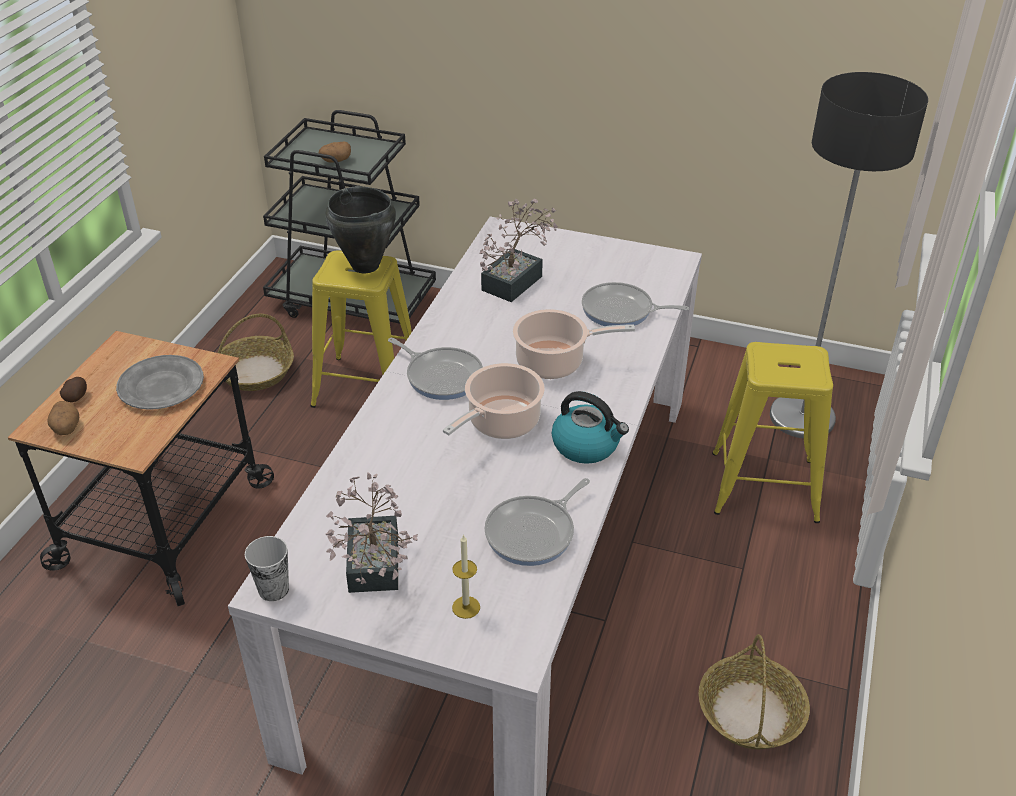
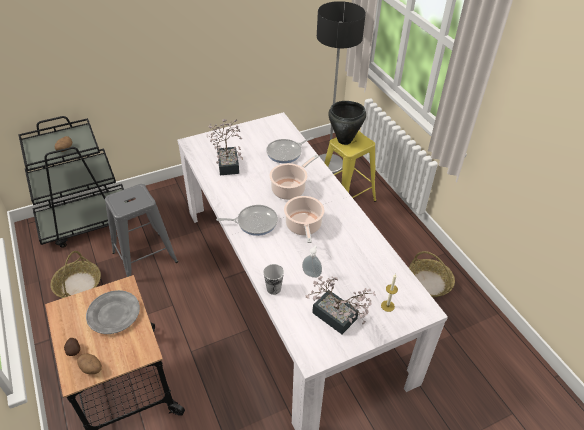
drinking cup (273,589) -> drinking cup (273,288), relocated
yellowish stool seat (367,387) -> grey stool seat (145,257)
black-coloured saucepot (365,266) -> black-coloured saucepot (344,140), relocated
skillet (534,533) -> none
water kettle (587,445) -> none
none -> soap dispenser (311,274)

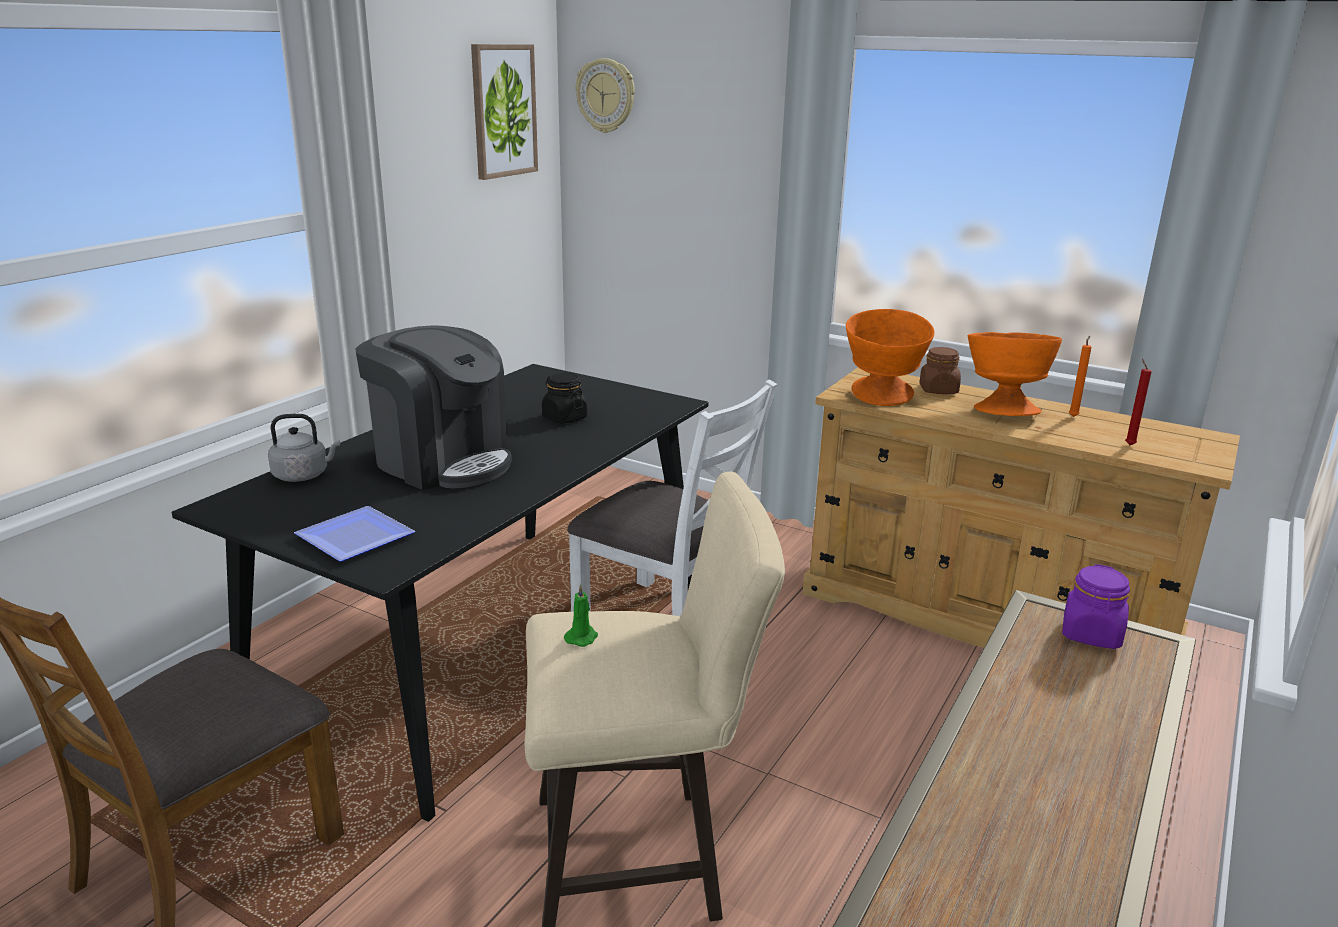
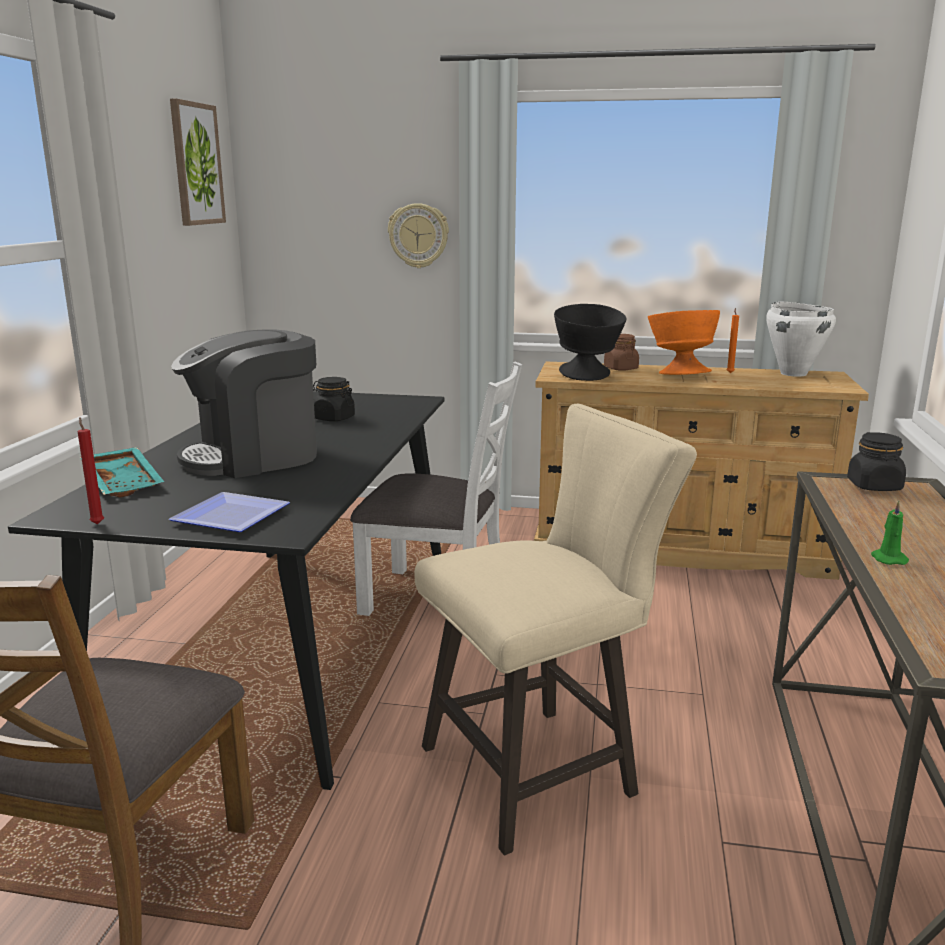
grey water kettle (304,475) -> turquoise carrying tray (125,483)
coffee brewer (442,461) -> coffee brewer (254,457), 135 degrees clockwise
green-coloured wax light (582,637) -> green-coloured wax light (887,558), relocated
wall clock (606,95) -> wall clock (418,236), relocated
orangey serving bowl (881,400) -> black-coloured serving bowl (587,377)
purplish storage jar (1091,634) -> black-coloured storage jar (874,486)
red wax light (1129,444) -> red wax light (97,523), relocated
none -> white saucepot (793,373)

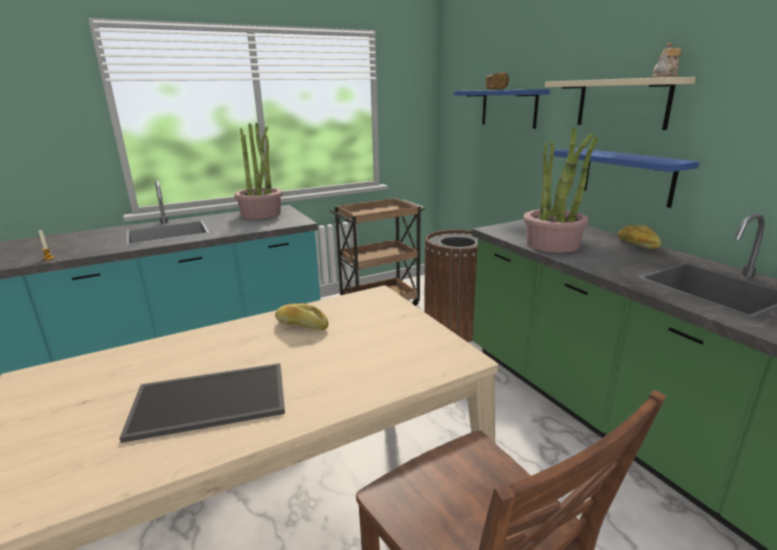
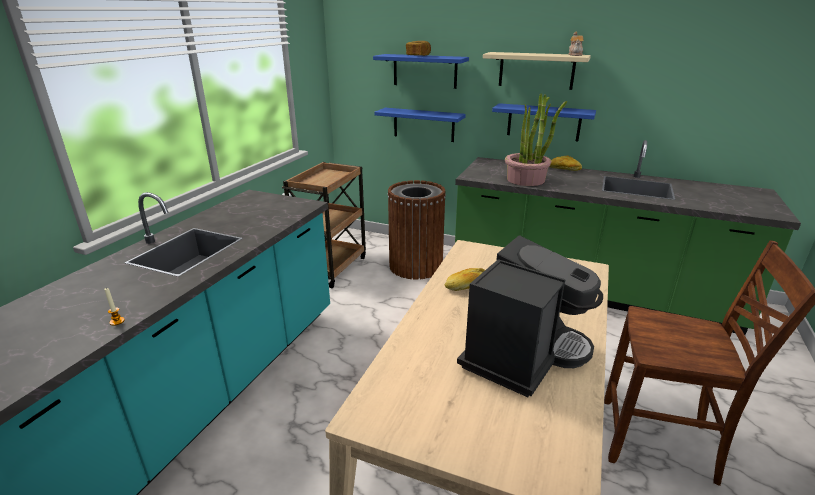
carrying tray (212,398) -> coffee brewer (523,353)
potted plant (261,213) -> none
none -> bluish wall shelf (423,124)

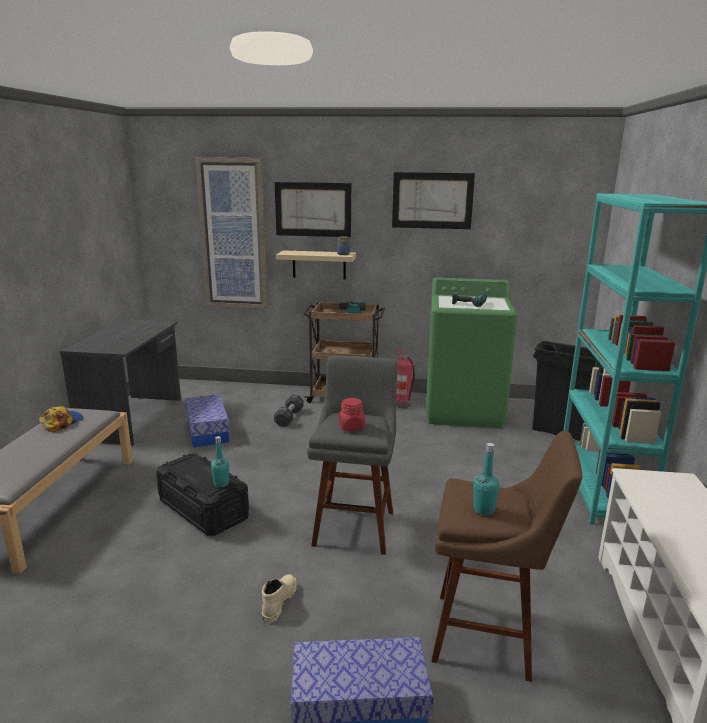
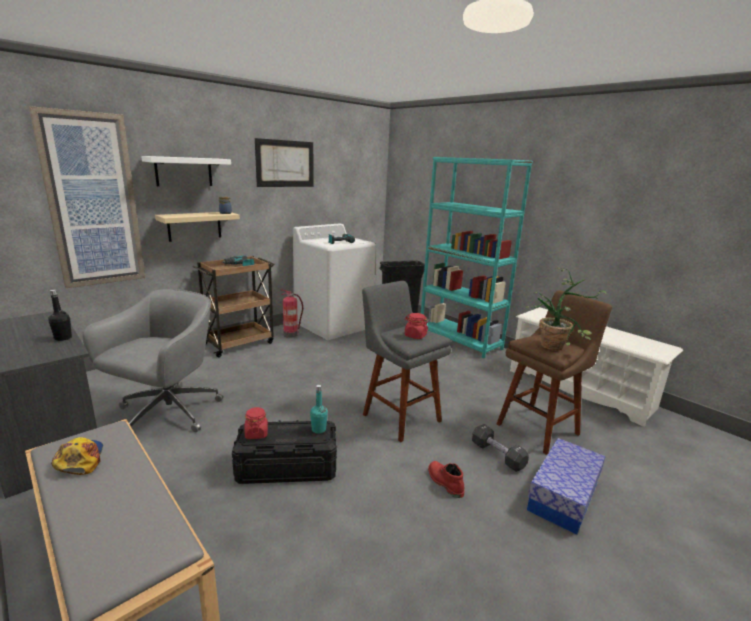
storage box (207,431) -> grey desk chair (167,413)
beige-coloured high-top boot (278,601) -> red high-top boot (444,482)
black-coloured free weight (289,417) -> black-coloured free weight (497,455), relocated
wall picture (313,209) -> white wall shelf (184,171)
green-coloured washing machine (464,410) -> white washing machine (333,325)
turquoise drink bottle (483,510) -> potted plant (558,346)
none -> black-coloured drink bottle (63,338)
none -> red storage jar (256,433)

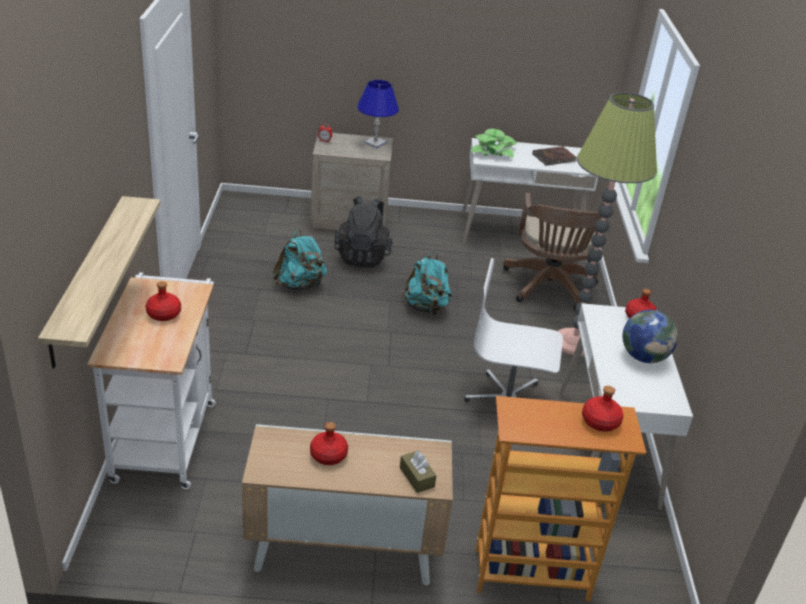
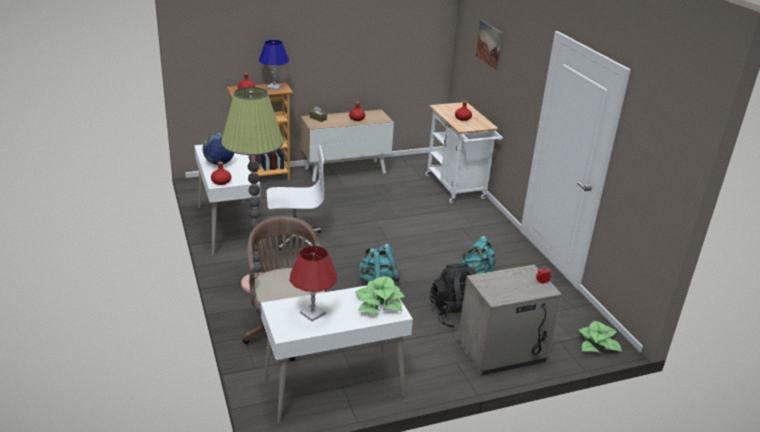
wall shelf (87,279) -> none
bluish table lamp (375,143) -> bluish table lamp (274,87), relocated
brown bound book (554,158) -> red table lamp (313,313)
none -> wall picture (489,45)
none -> potted plant (598,343)

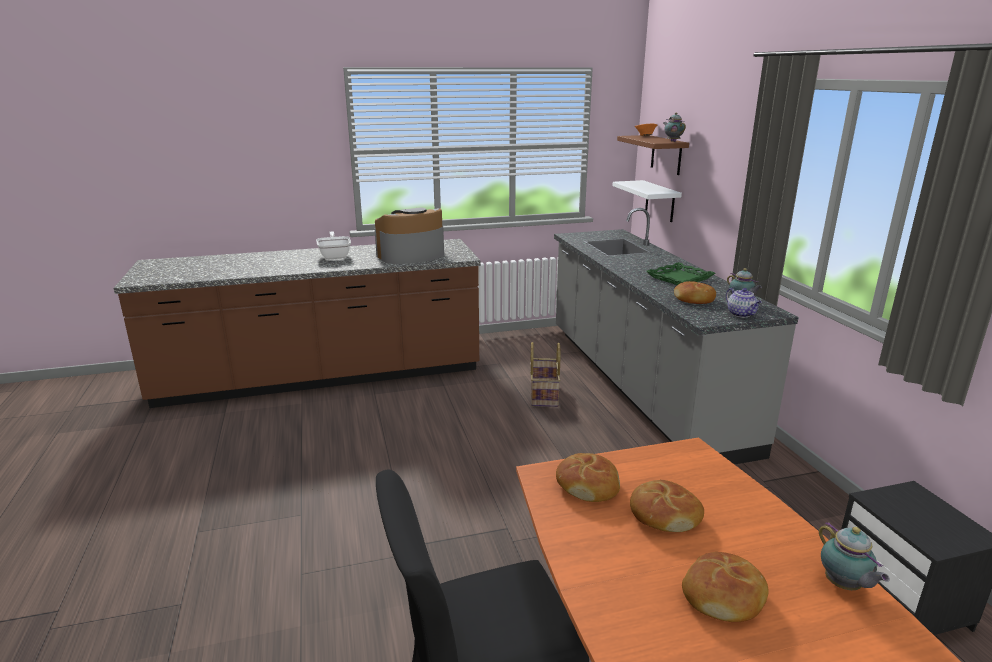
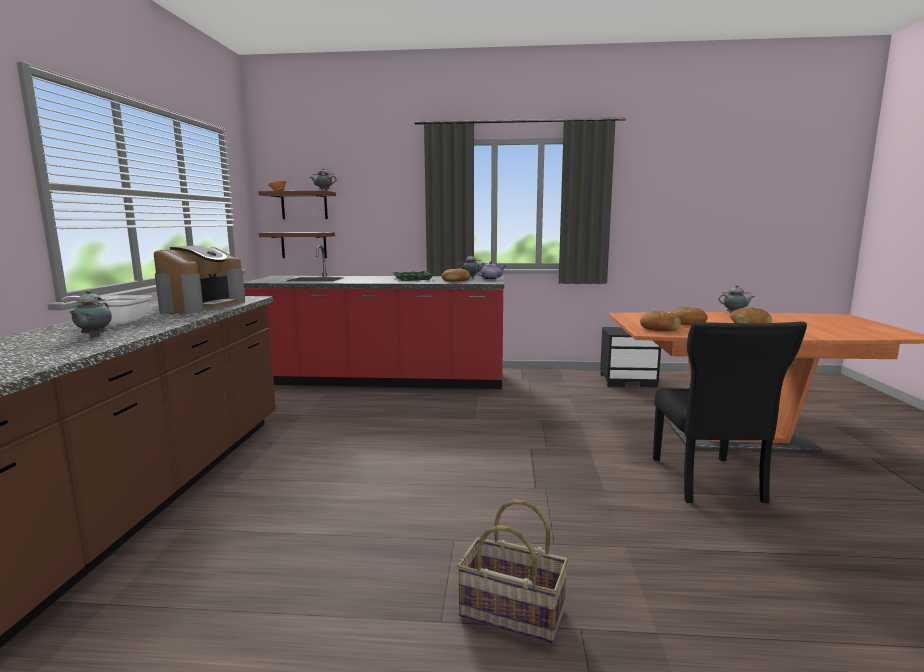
coffee brewer (411,256) -> coffee brewer (202,306), 150 degrees counterclockwise
storage basket (543,395) -> storage basket (511,614), relocated
grey kitchen base unit (640,386) -> red kitchen base unit (382,380)
white wall shelf (660,201) -> brown wall shelf (304,245)
none -> teapot (93,336)

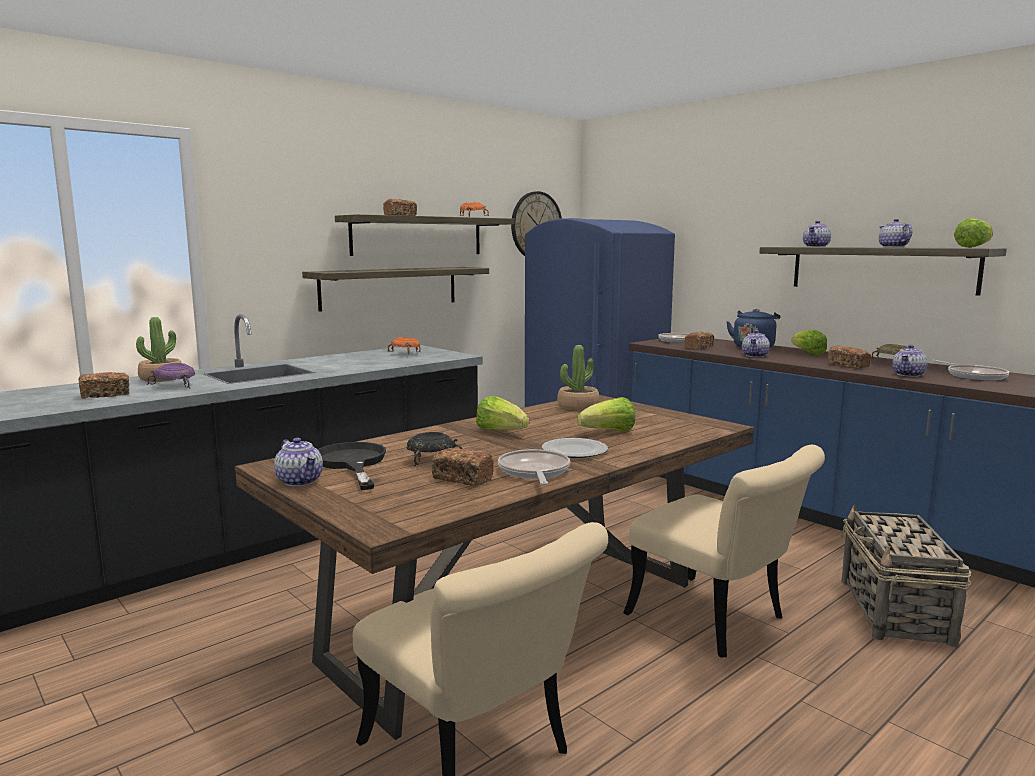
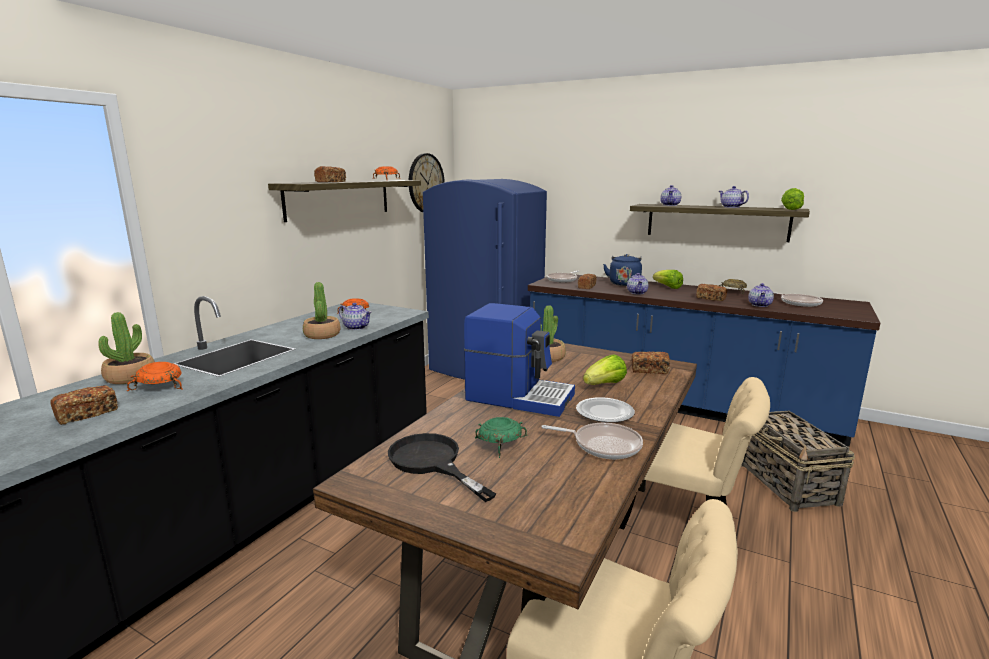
purplish serving bowl (175,385) -> orangey serving bowl (159,387)
teapot (300,481) -> teapot (356,327), relocated
wall shelf (390,287) -> none
black-coloured serving bowl (431,460) -> green-coloured serving bowl (501,445)
baked bread (462,479) -> baked bread (649,370), relocated
lettuce head (501,431) -> coffee brewer (519,397)
skillet (534,472) -> skillet (603,445), 135 degrees clockwise
none -> potted plant (322,335)

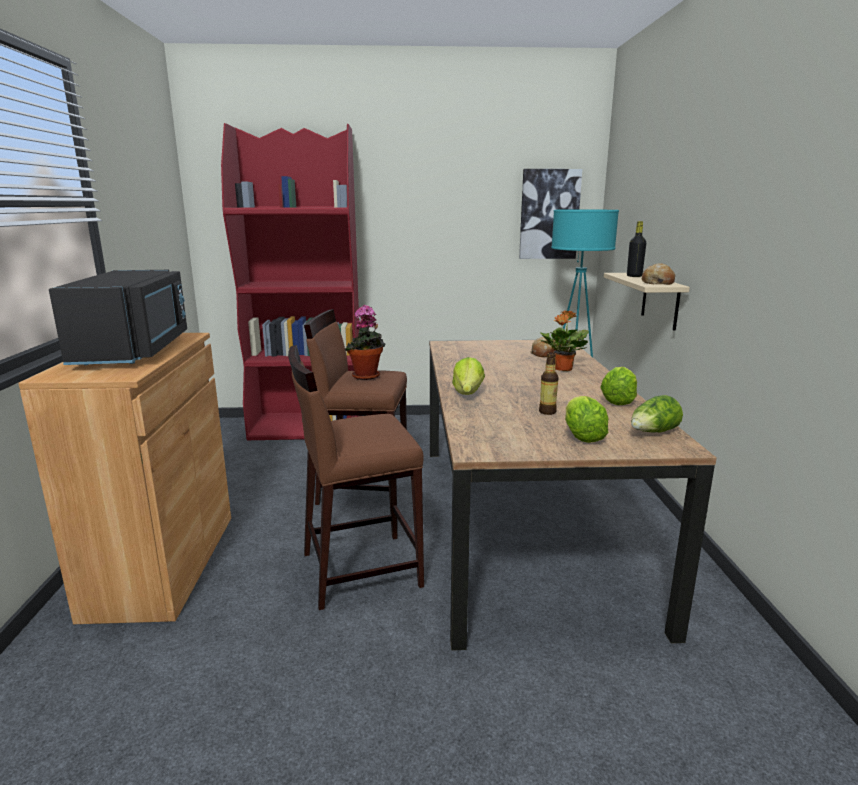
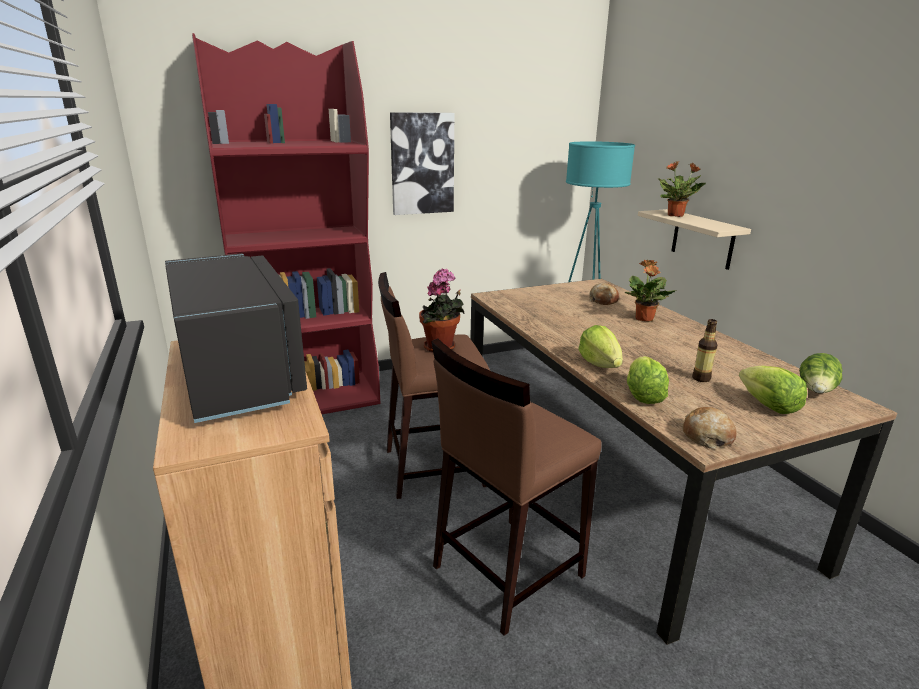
wall picture (549,214) -> wall picture (422,164), relocated
lettuce head (618,401) -> lettuce head (643,395), relocated
black-coloured drink bottle (634,276) -> potted plant (676,215)
baked bread (657,283) -> baked bread (707,436), relocated

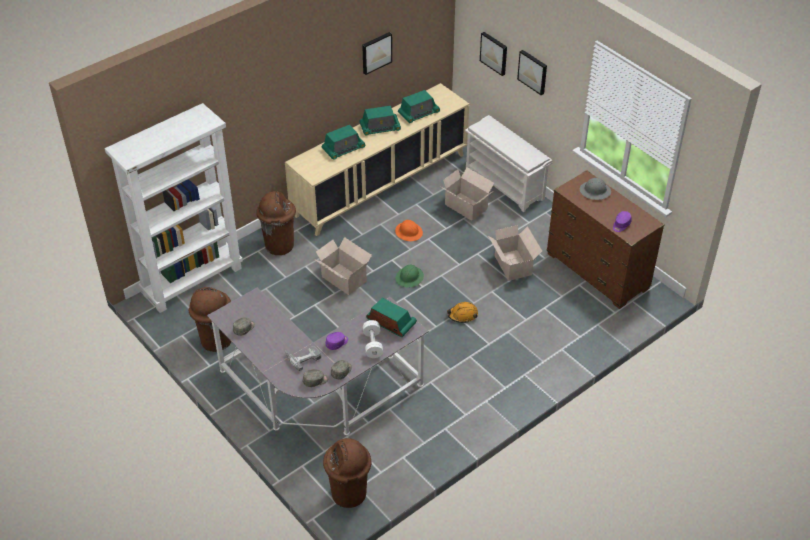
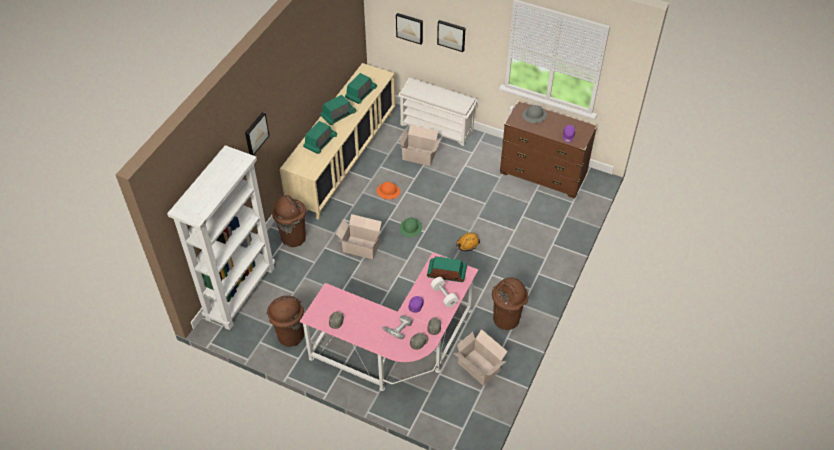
grey desk unit (318,395) -> pink desk unit (398,349)
brown waste bin (349,494) -> brown waste bin (506,319), relocated
wall picture (376,52) -> wall picture (255,133), relocated
cardboard box (513,266) -> cardboard box (479,368), relocated

